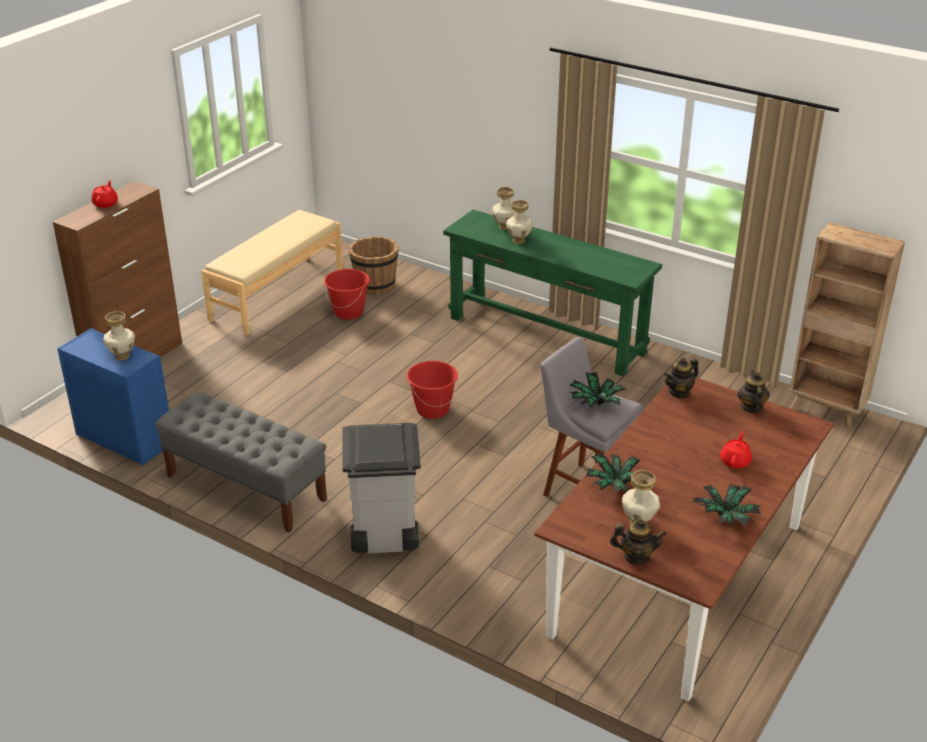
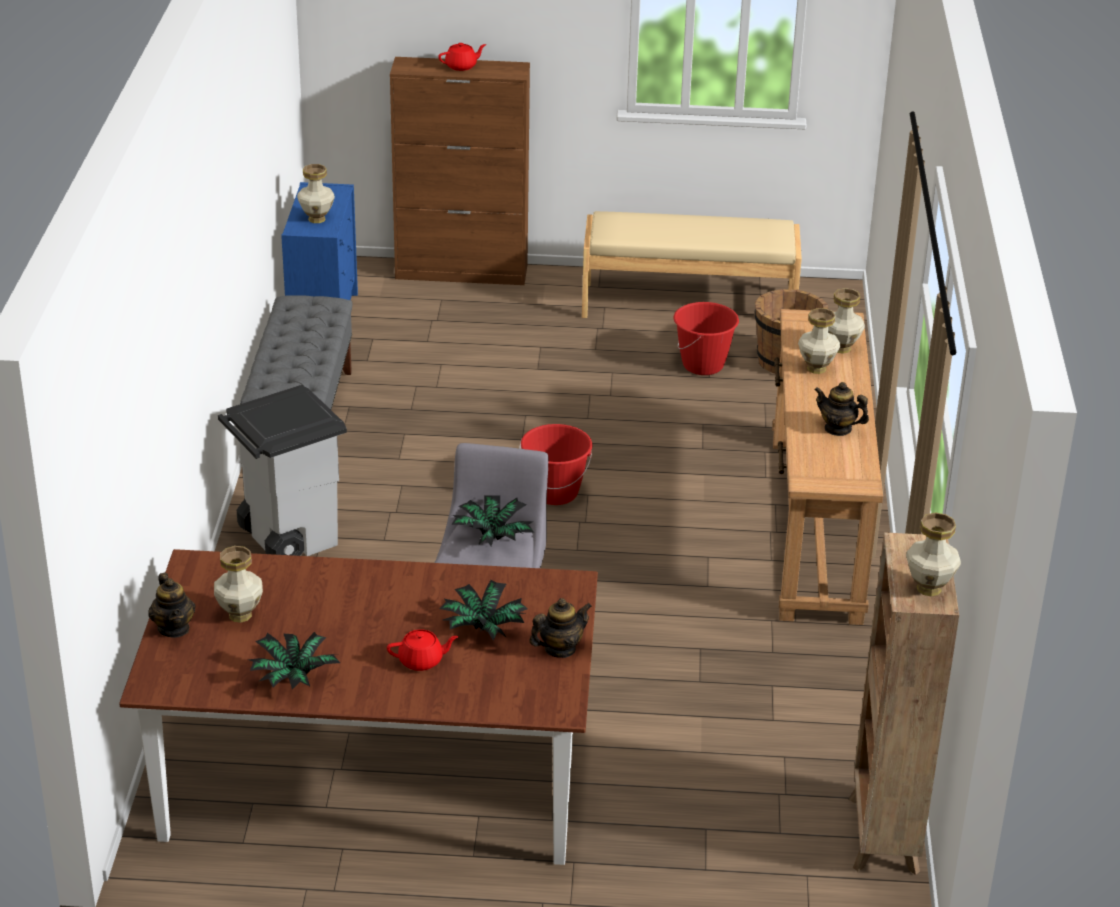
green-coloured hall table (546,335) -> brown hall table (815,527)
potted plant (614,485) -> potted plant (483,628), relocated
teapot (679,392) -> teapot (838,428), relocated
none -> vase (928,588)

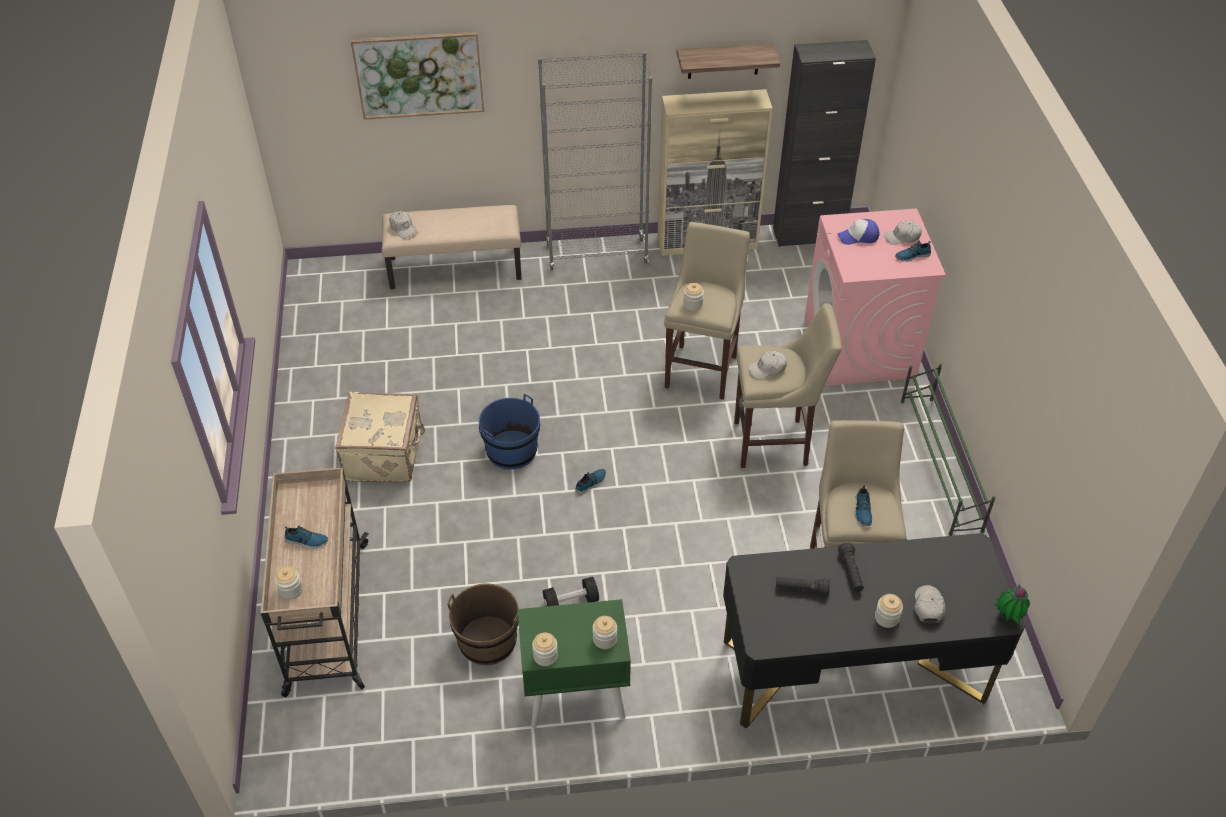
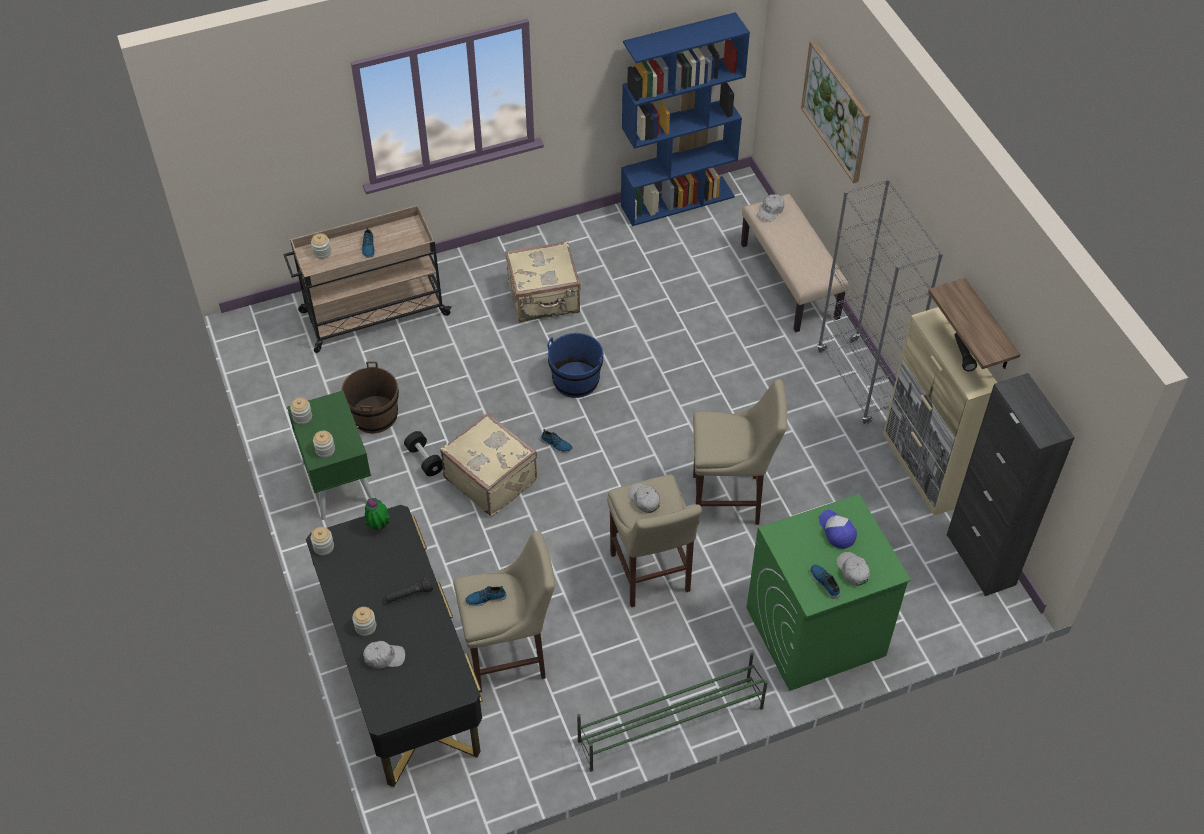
storage jar (693,304) -> storage jar (323,547), relocated
black-coloured hand torch (801,589) -> black-coloured hand torch (963,355), relocated
pink washing machine (860,348) -> green-coloured washing machine (814,632)
potted plant (1007,618) -> potted plant (379,526), relocated
none -> beige-coloured suitcase (491,478)
none -> bluish bookcase (678,201)

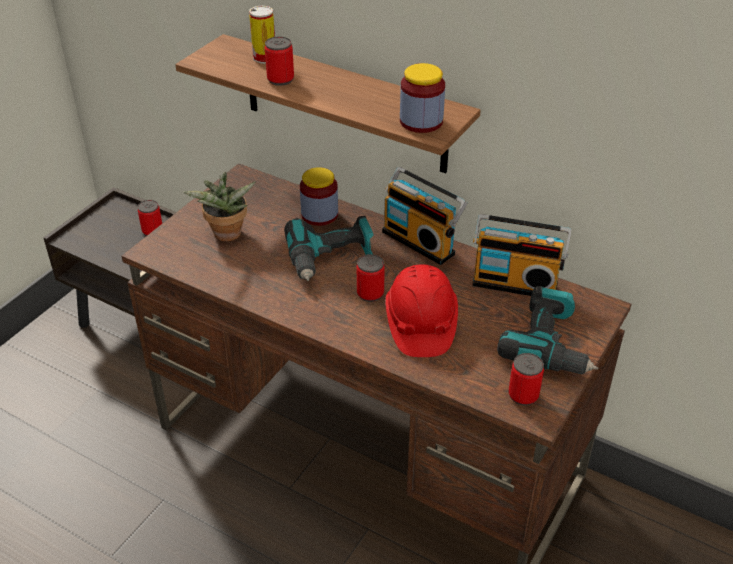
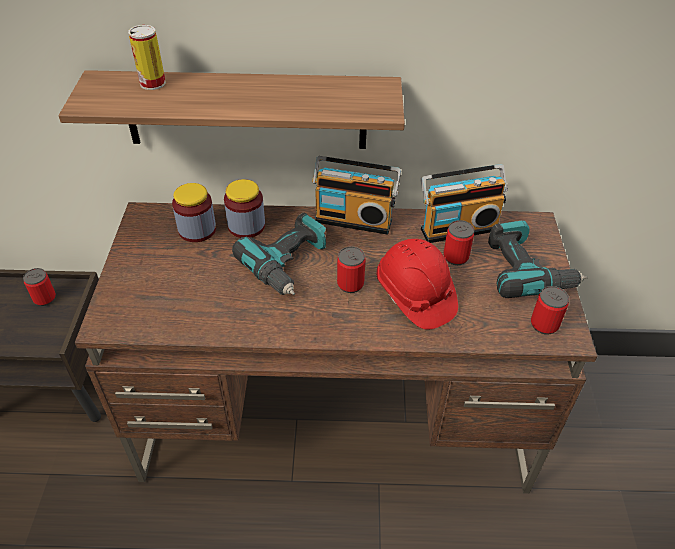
potted plant (226,236) -> none
sealed can (280,79) -> sealed can (455,257), relocated
storage jar (421,121) -> storage jar (197,230), relocated

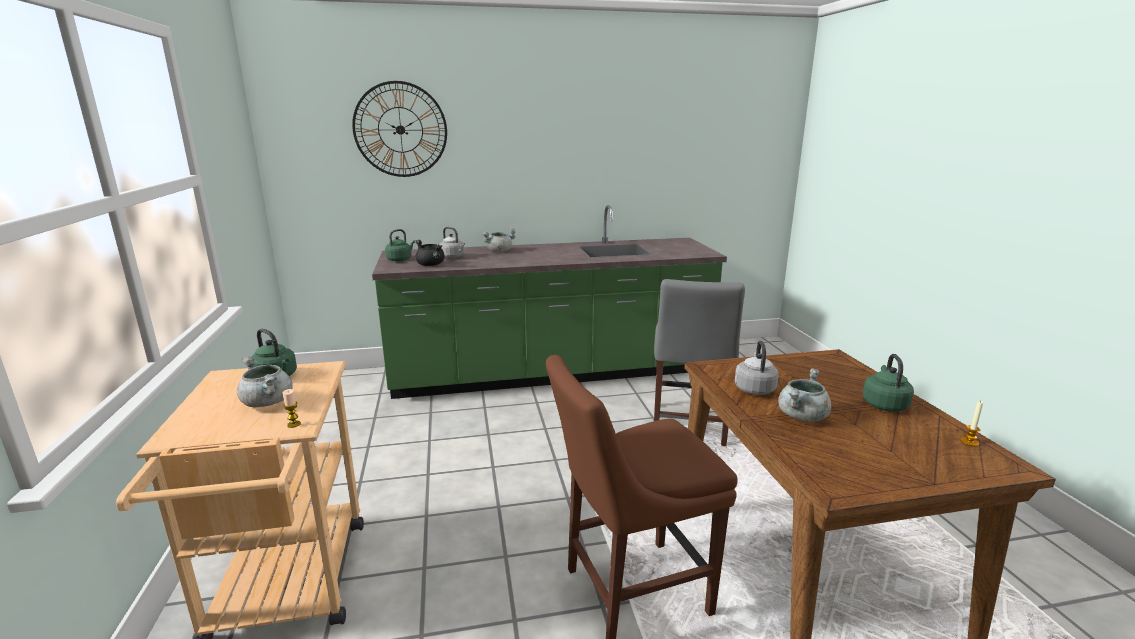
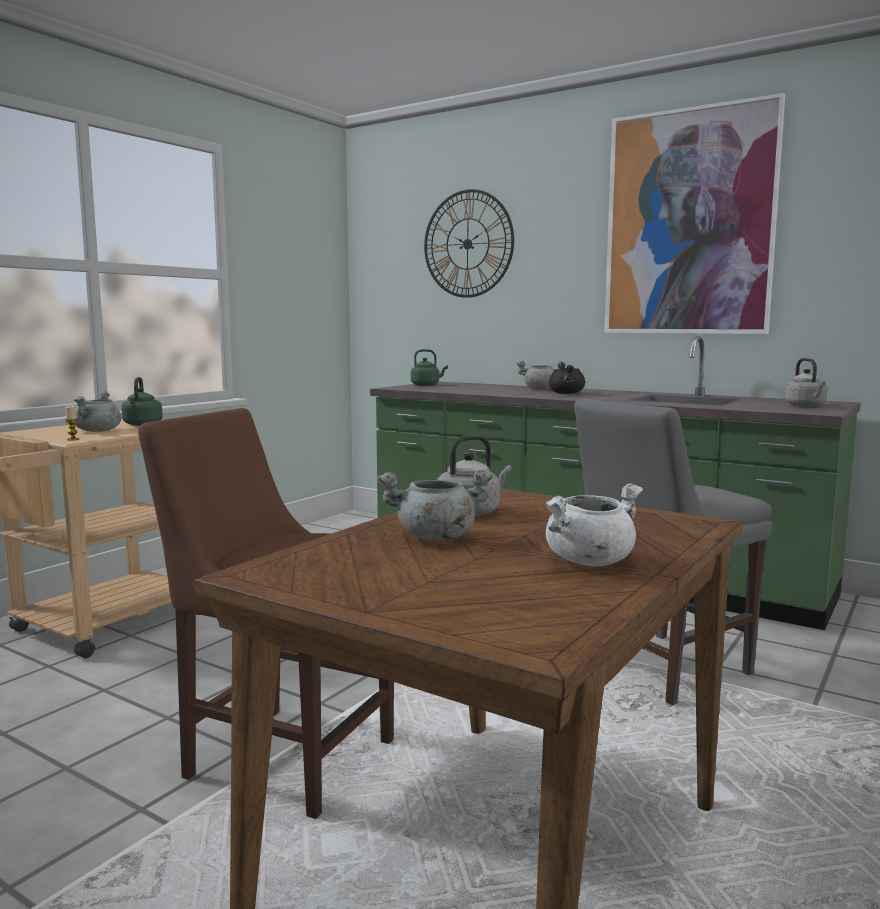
black-coloured saucepot (431,265) -> black-coloured saucepot (566,393), relocated
grey water kettle (453,257) -> grey water kettle (806,406), relocated
green-coloured water kettle (884,404) -> white saucepot (589,561)
wax light (969,442) -> none
none -> wall picture (689,223)

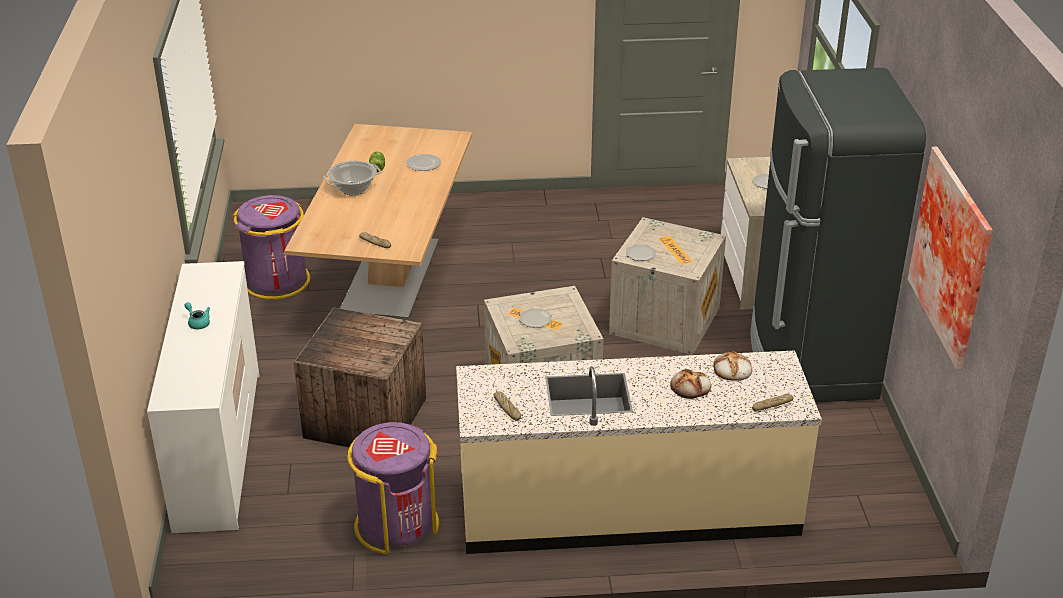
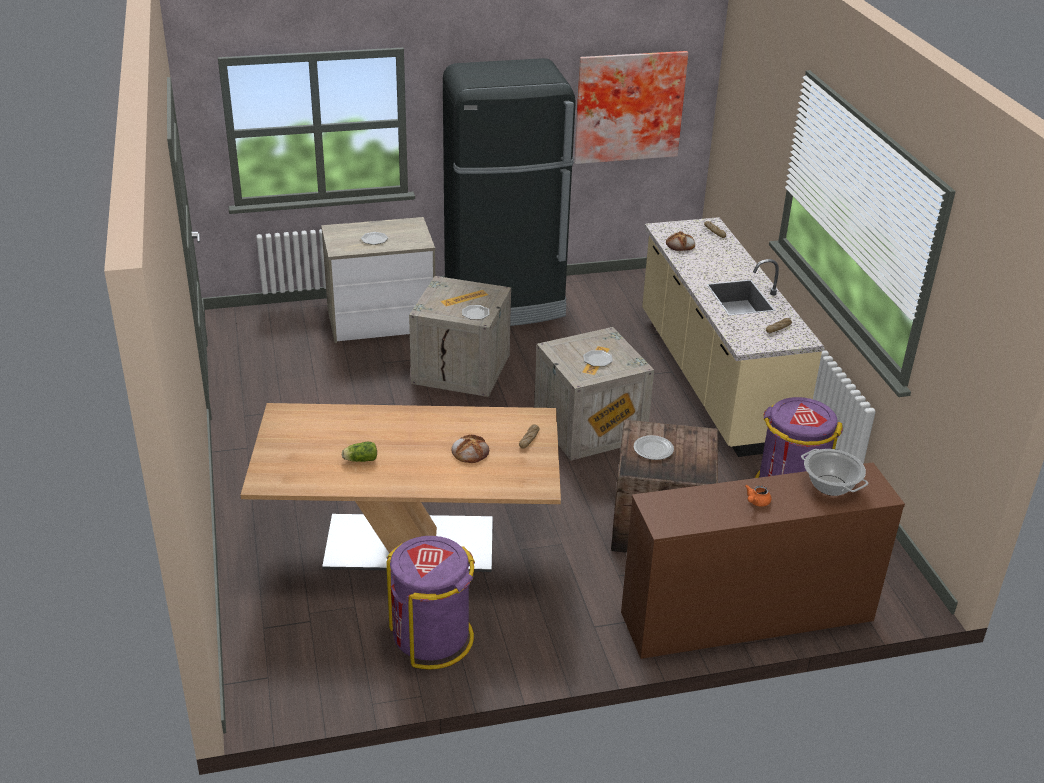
white dresser (219,449) -> brown dresser (746,617)
turquoise teapot (198,322) -> orangey teapot (756,502)
saucepot (353,189) -> saucepot (831,486), relocated
plate (423,164) -> plate (653,449), relocated
baked bread (691,387) -> baked bread (470,451), relocated

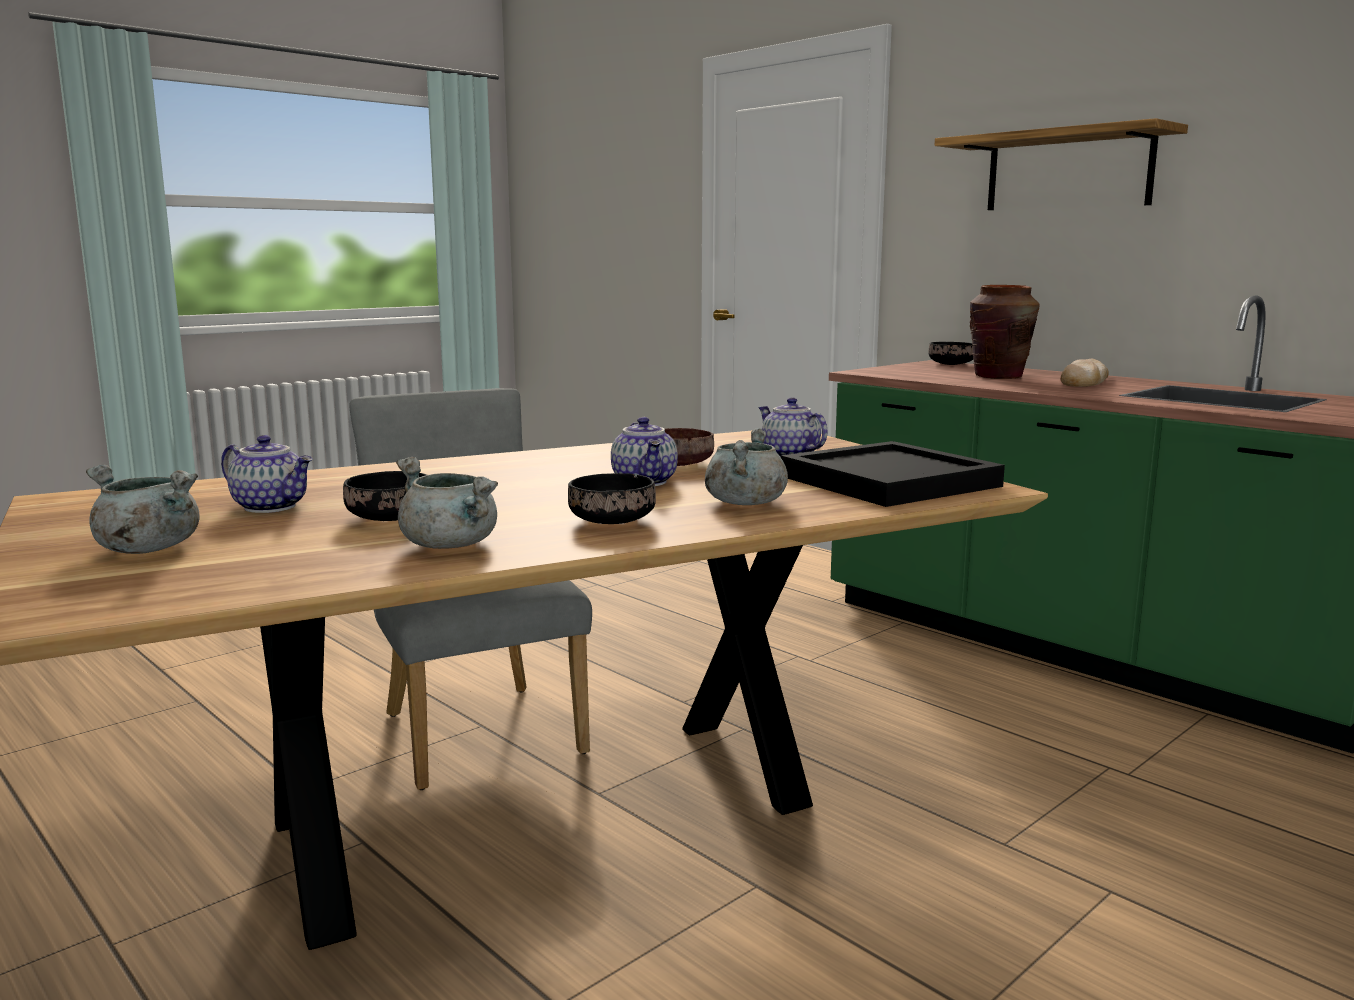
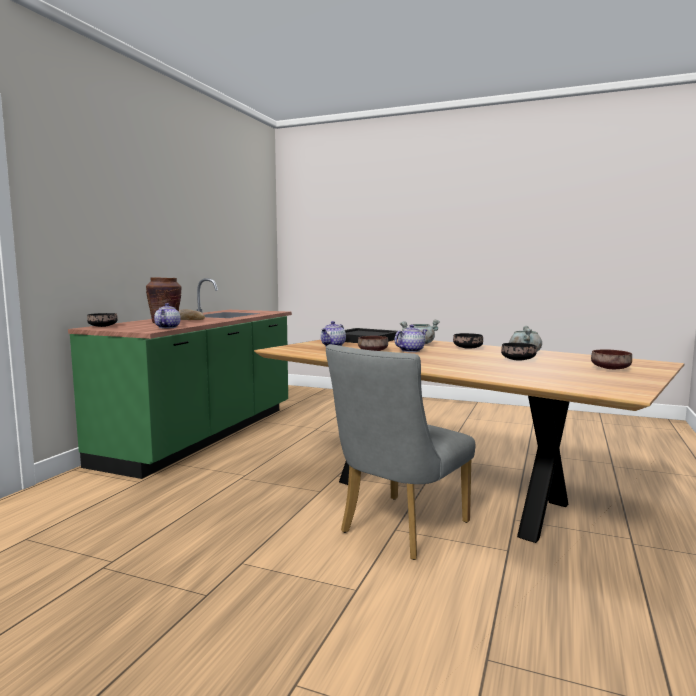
grey saucepot (146,549) -> brown serving bowl (611,369)
teapot (272,506) -> teapot (167,327), relocated
wall shelf (1068,171) -> none

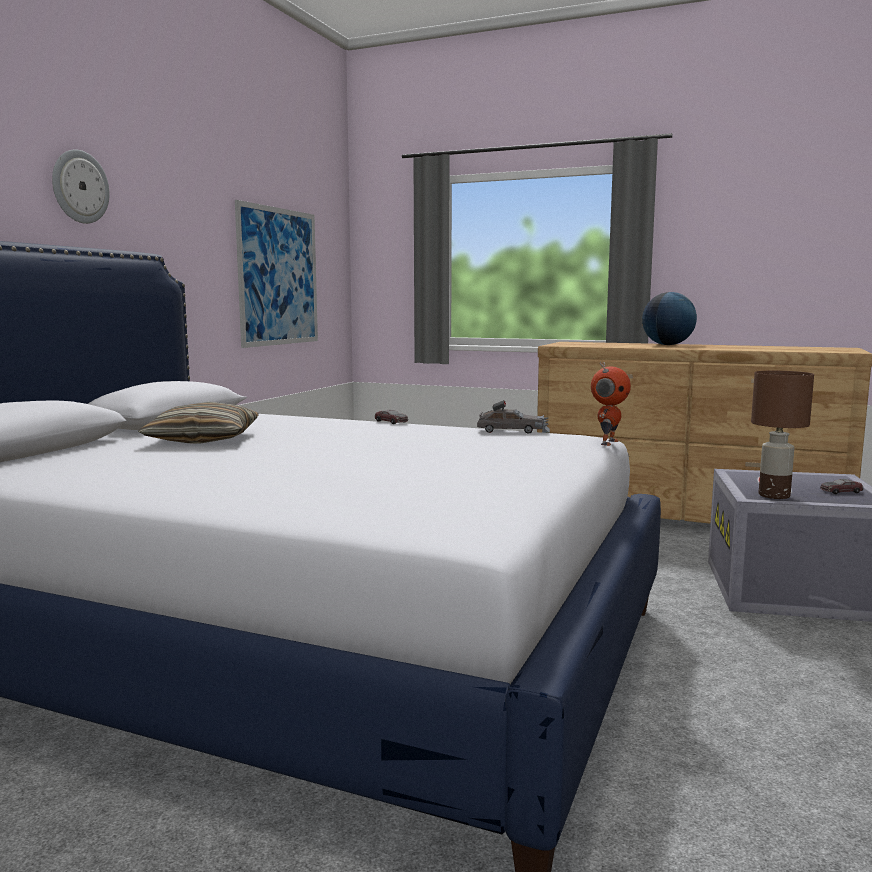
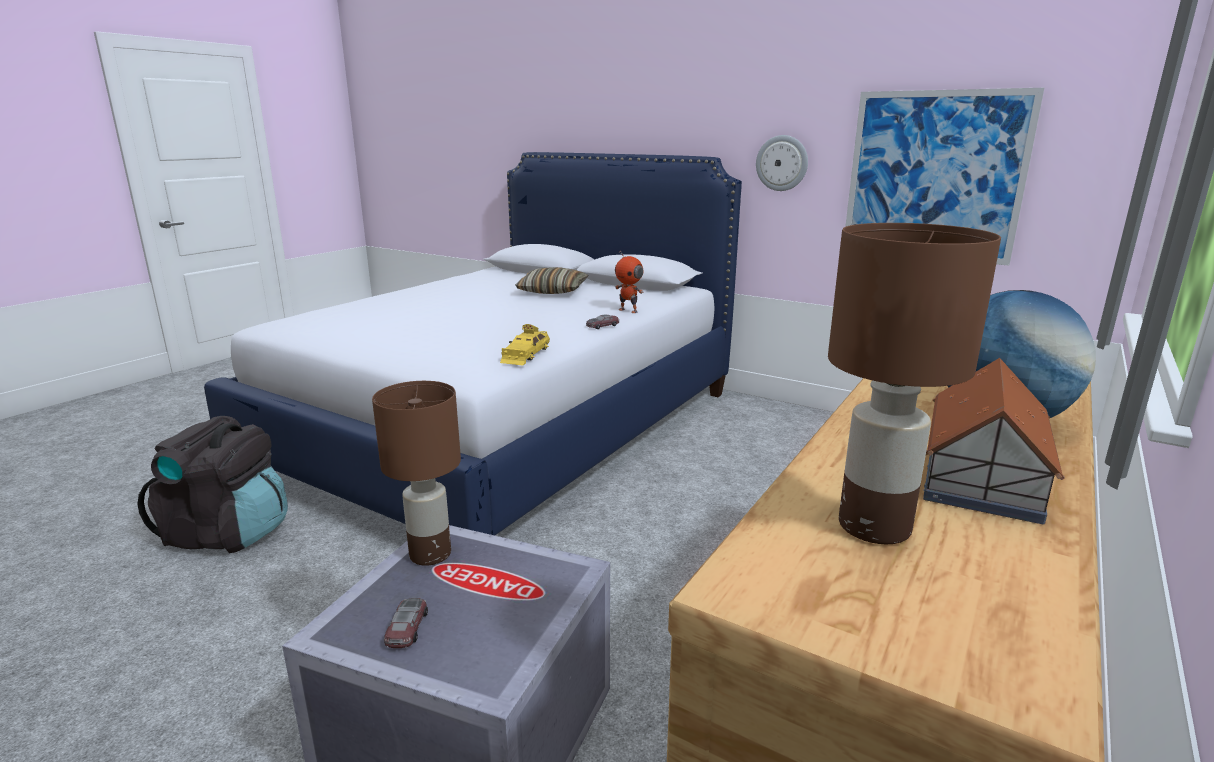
wall clock (79,187) -> wall clock (782,163), relocated
grey model car (513,430) -> yellowish model car (525,354)
robot figure (607,442) -> robot figure (629,310), relocated
none -> black-coloured rucksack (228,533)
none -> brown table lamp (875,528)
none -> model house (980,477)

